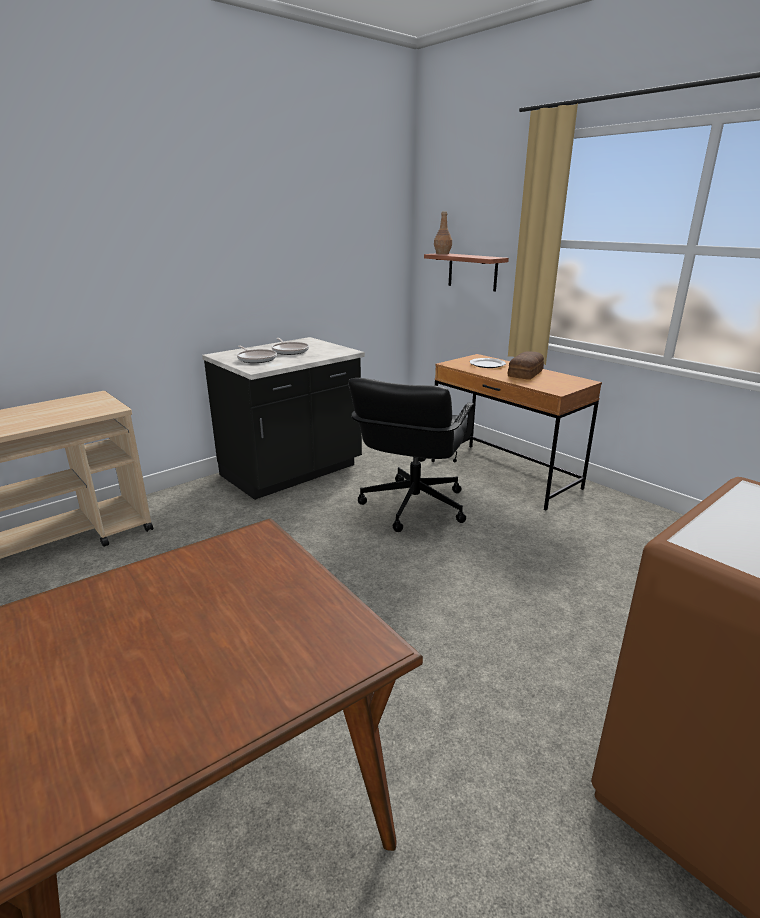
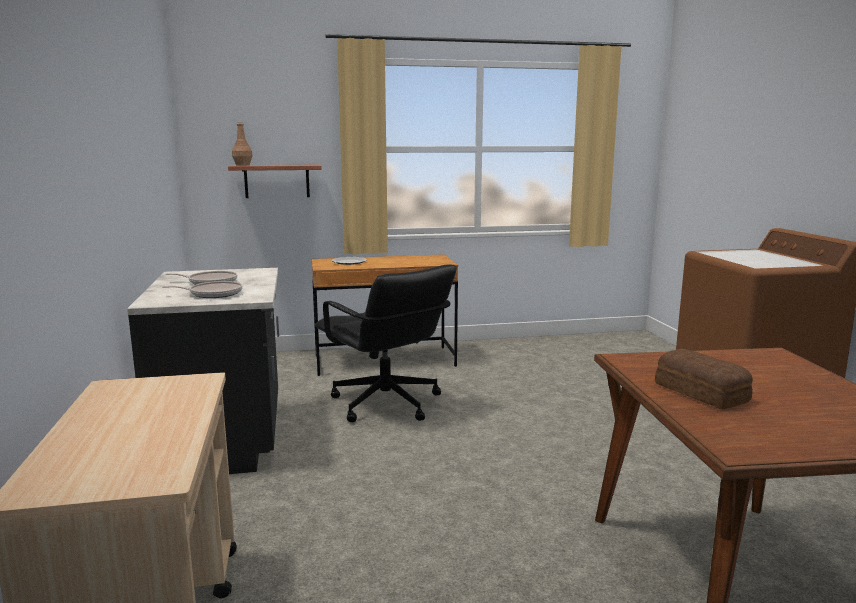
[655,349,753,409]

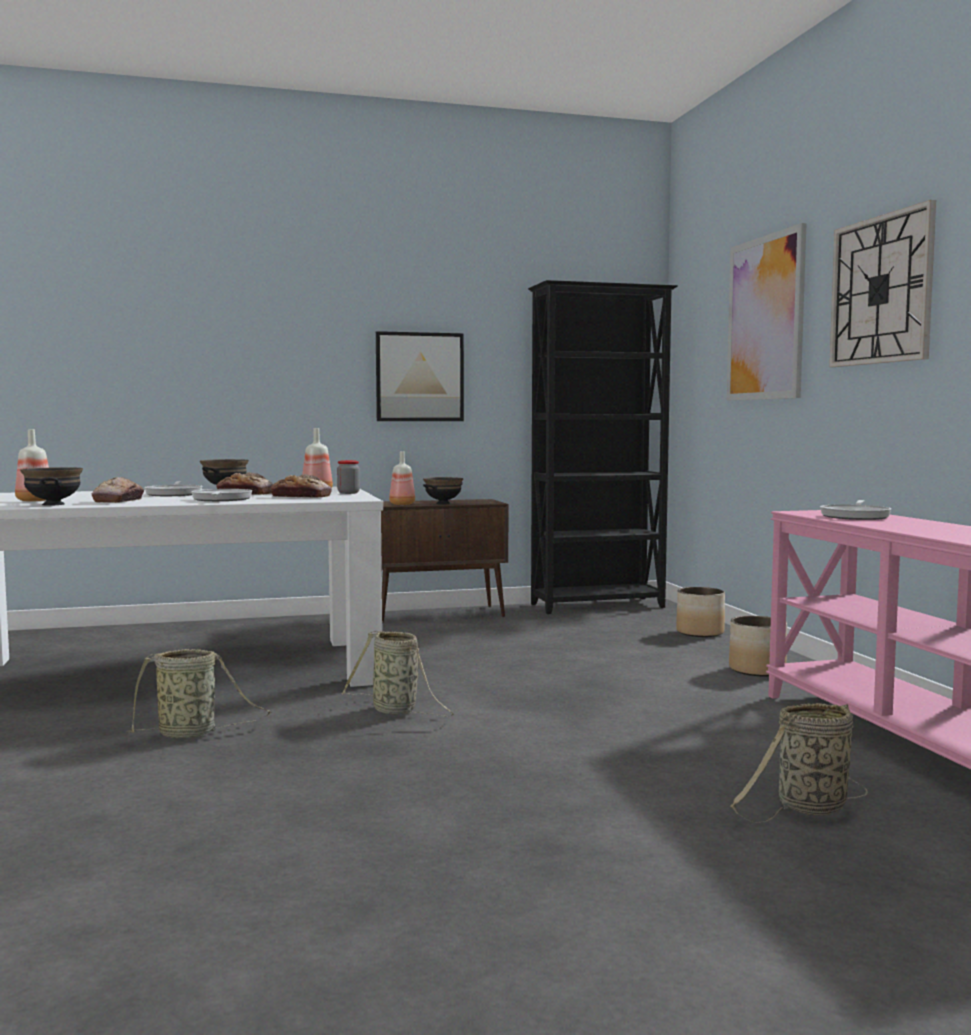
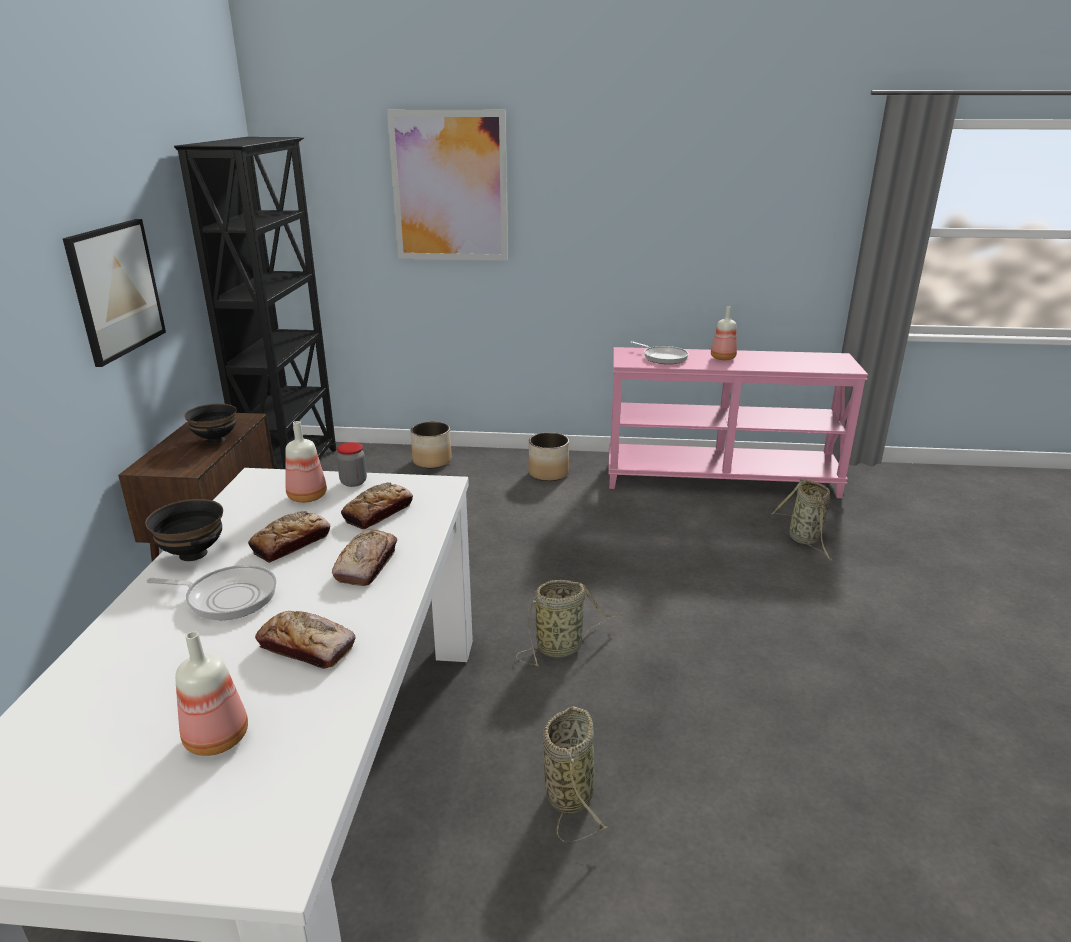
[332,530,397,586]
[711,306,737,360]
[20,467,83,506] (first image)
[829,200,936,367] (first image)

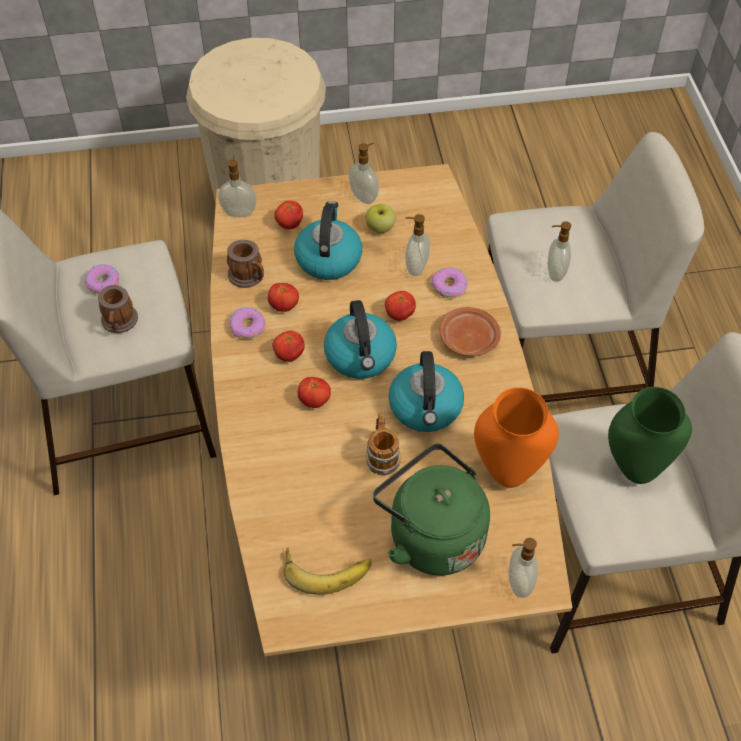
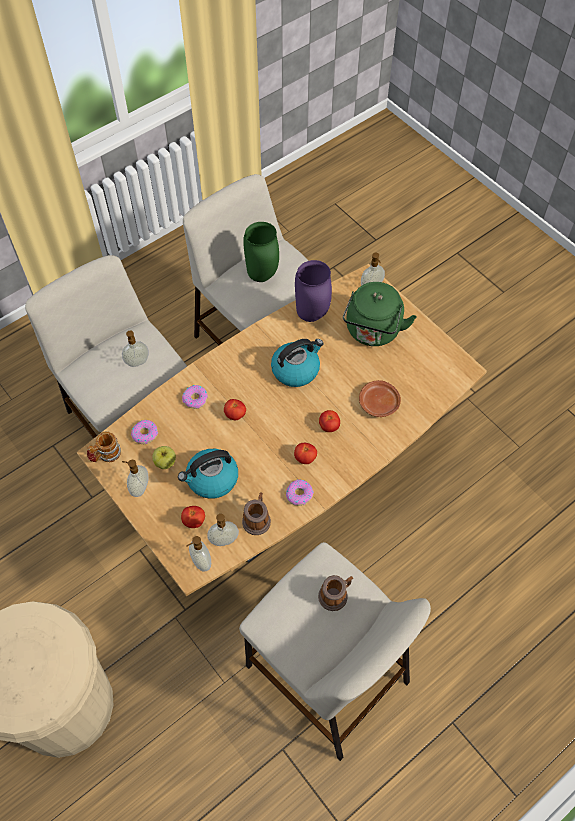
[87,431,121,463]
[131,420,158,444]
[207,514,239,546]
[295,260,332,322]
[359,380,401,417]
[268,283,299,312] (first image)
[283,547,371,595] (first image)
[324,300,397,379] (first image)

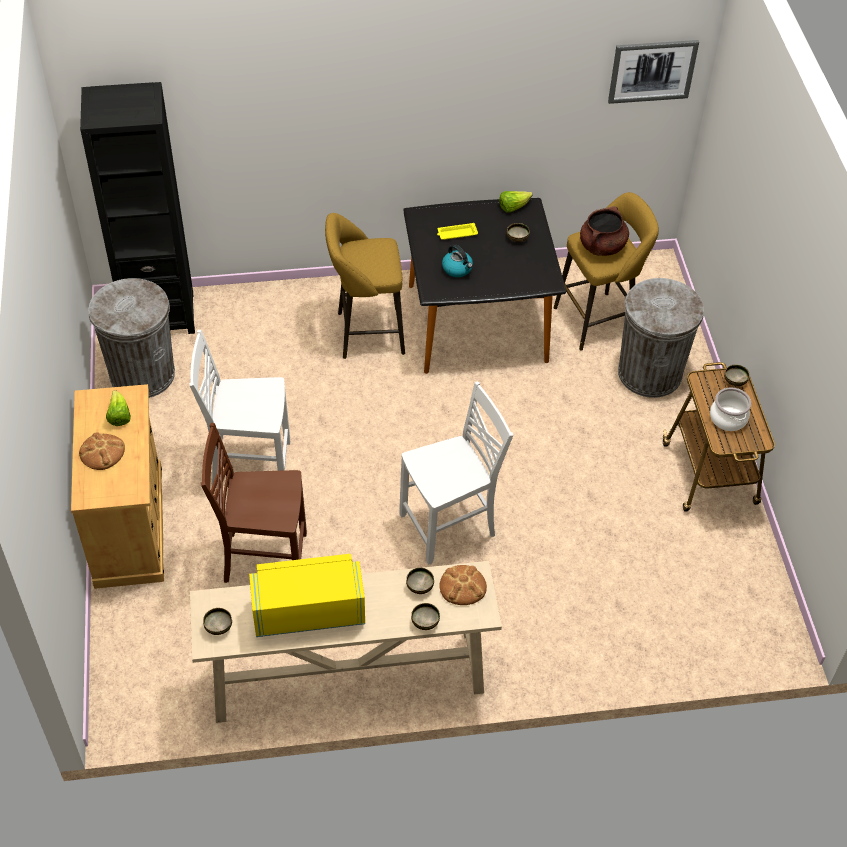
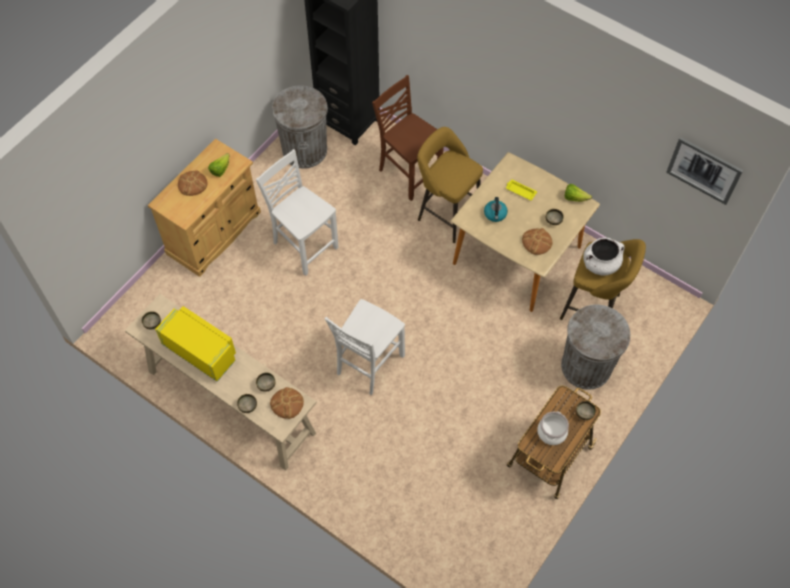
[324,299,405,395]
[372,75,444,201]
[451,152,600,312]
[522,228,553,255]
[583,238,624,275]

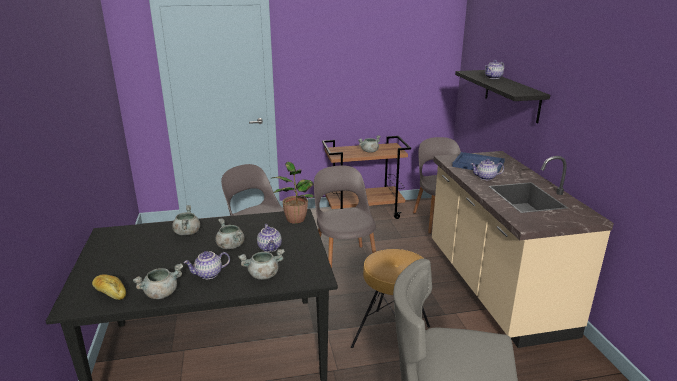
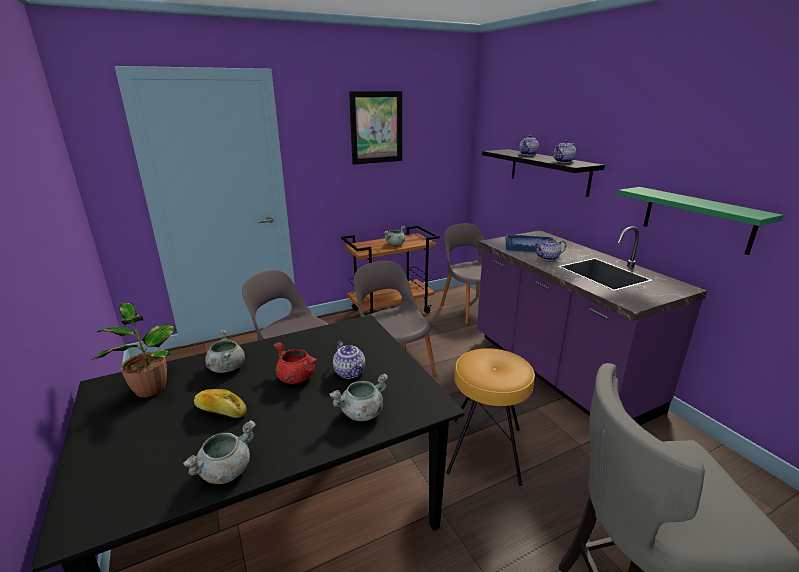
[91,302,176,397]
[194,389,247,418]
[274,342,317,384]
[349,91,402,165]
[477,226,707,426]
[553,140,576,163]
[617,187,784,255]

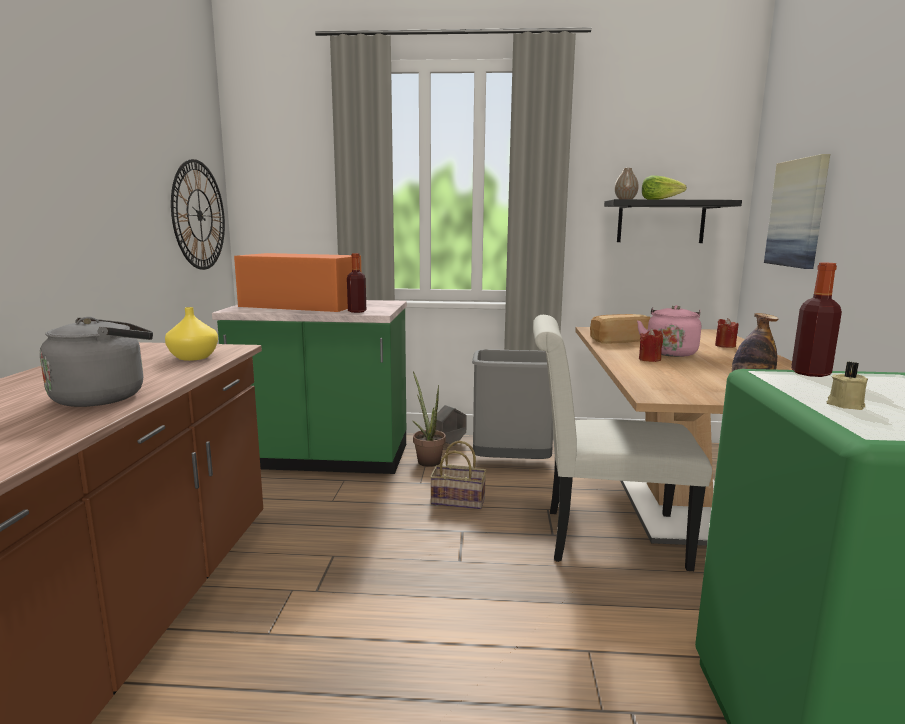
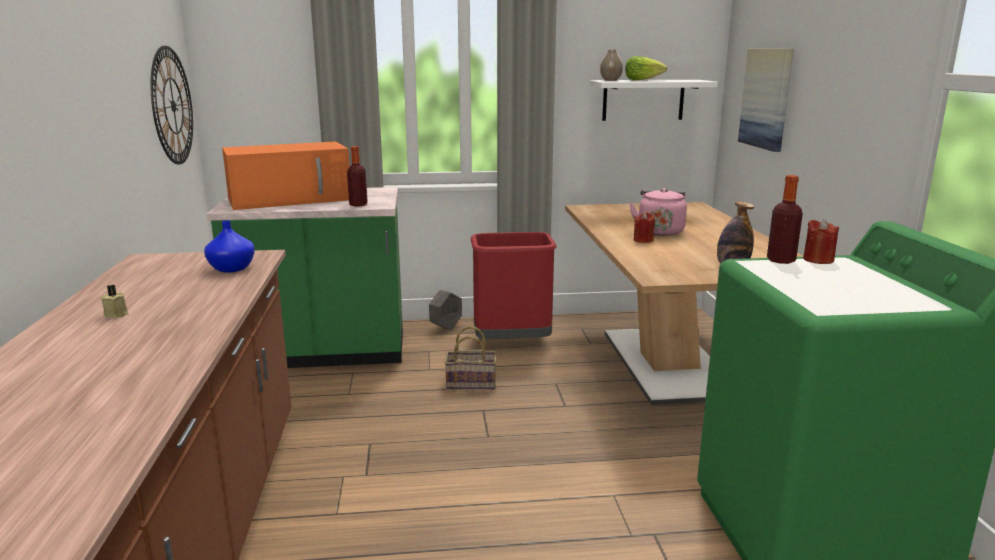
[100,285,129,318]
[204,220,255,273]
[222,142,350,210]
[471,232,557,339]
[589,80,718,121]
[803,219,839,264]
[40,317,153,407] (first image)
[413,371,446,467] (first image)
[533,315,712,571] (first image)
[590,314,650,344] (first image)

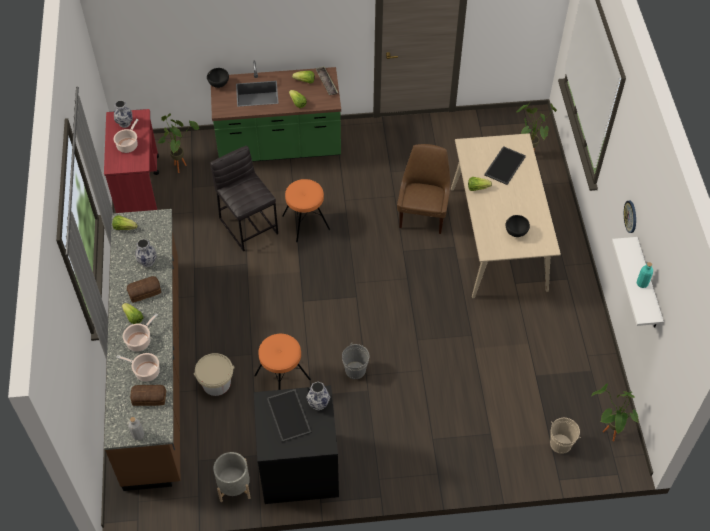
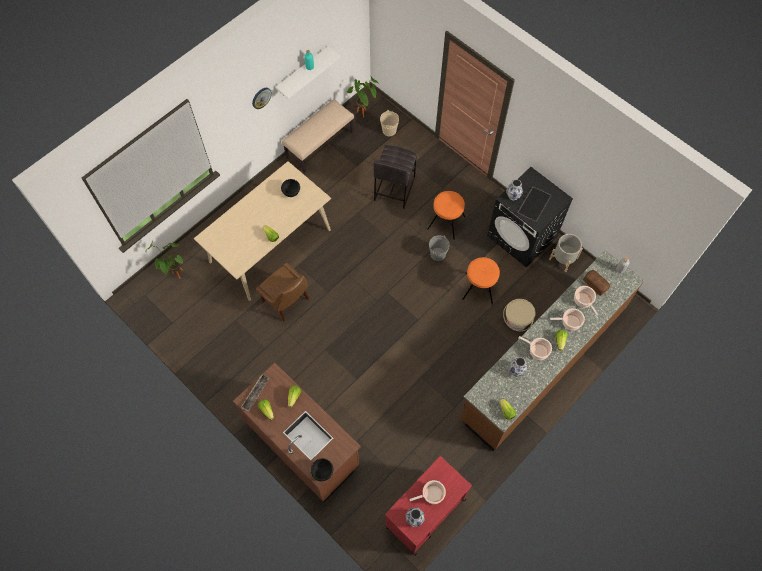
[233,363,361,502]
[256,263,309,321]
[282,99,354,173]
[373,145,417,209]
[427,191,465,240]
[519,336,552,360]
[158,113,199,173] (first image)
[484,146,526,185] (first image)

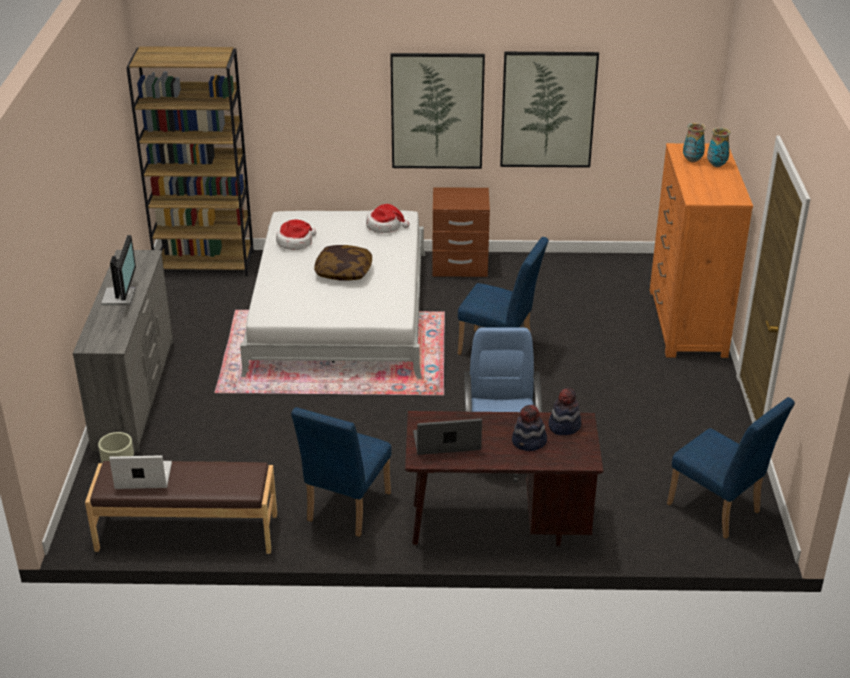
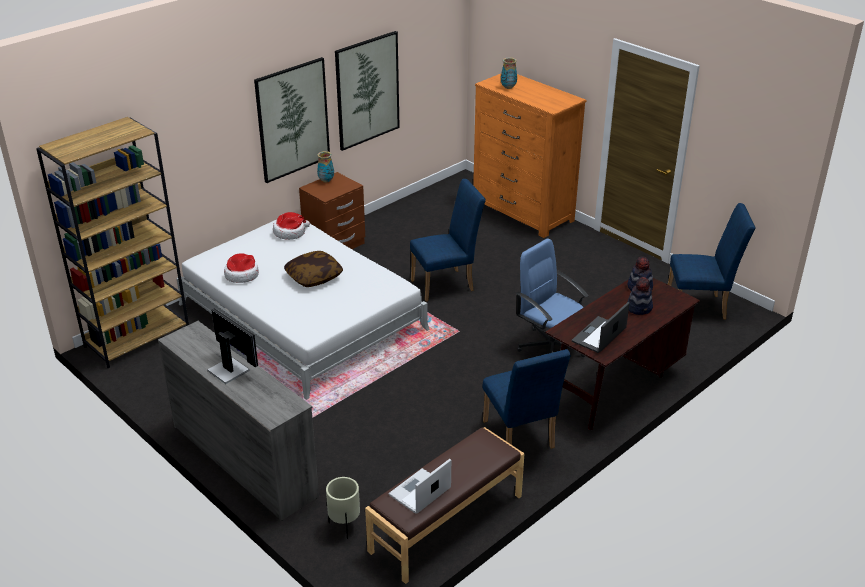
[317,151,334,182]

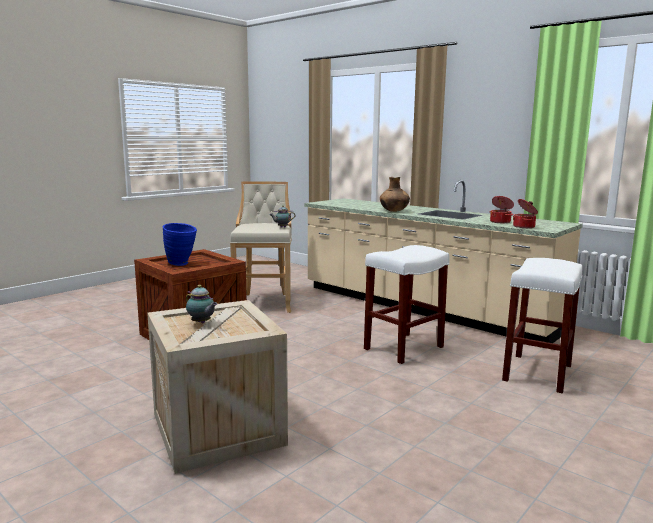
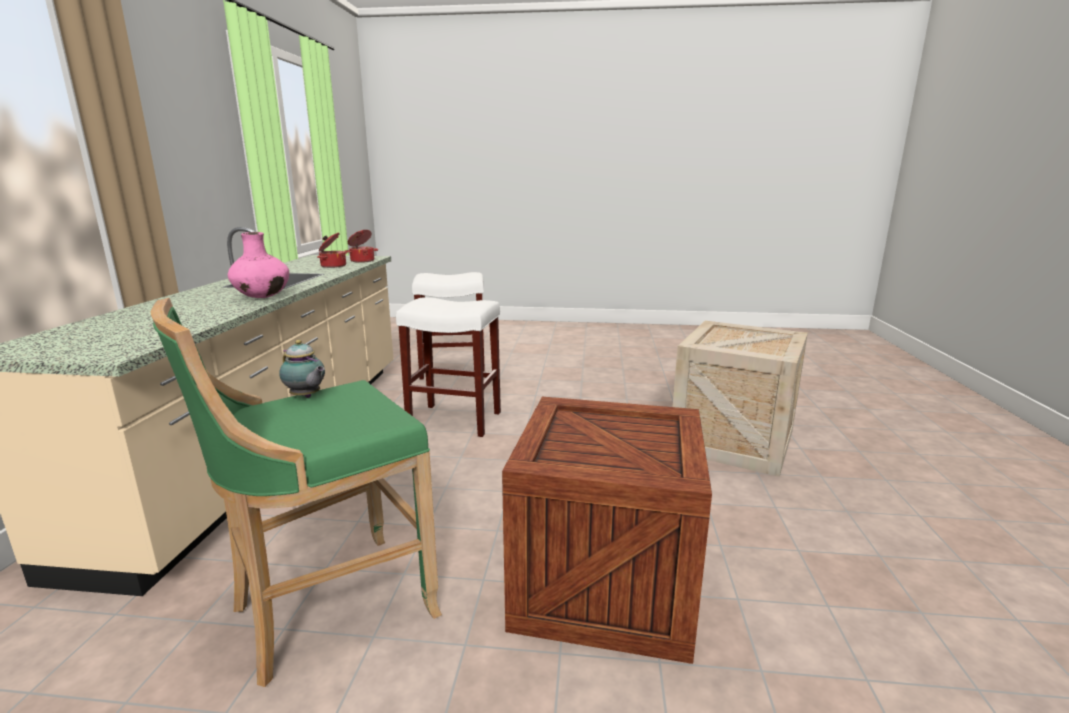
[151,298,442,687]
[228,232,289,298]
[163,223,197,266] (first image)
[186,285,217,323] (first image)

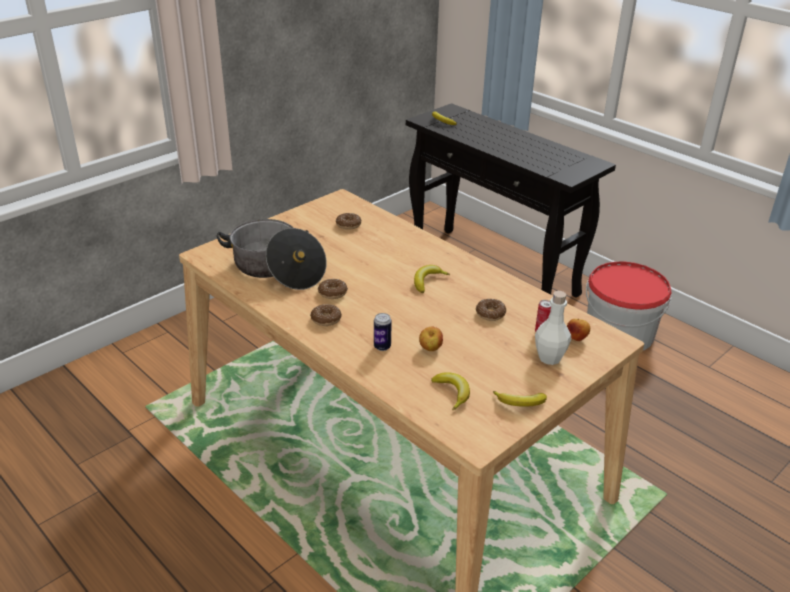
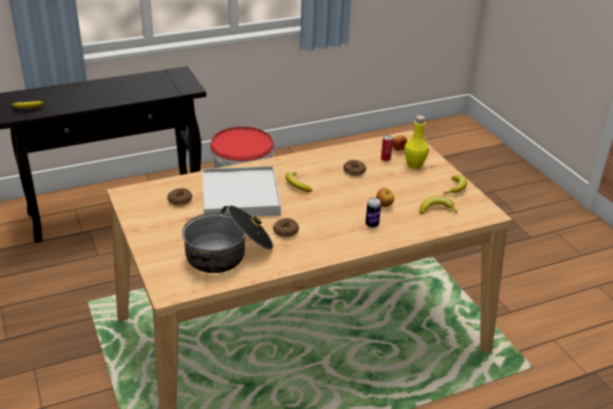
[202,166,281,217]
[404,115,429,169]
[310,304,342,326] (first image)

